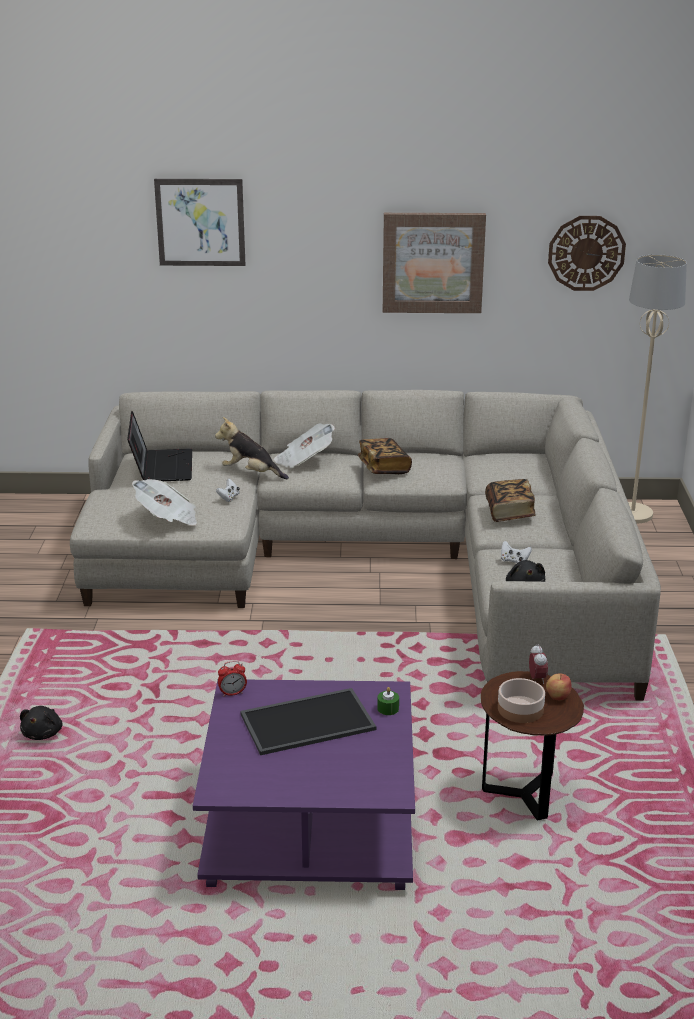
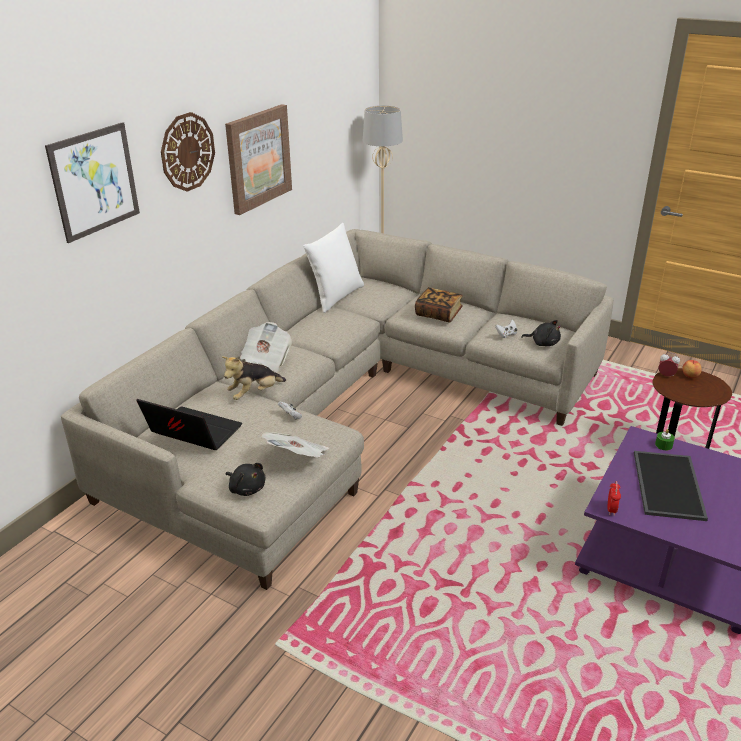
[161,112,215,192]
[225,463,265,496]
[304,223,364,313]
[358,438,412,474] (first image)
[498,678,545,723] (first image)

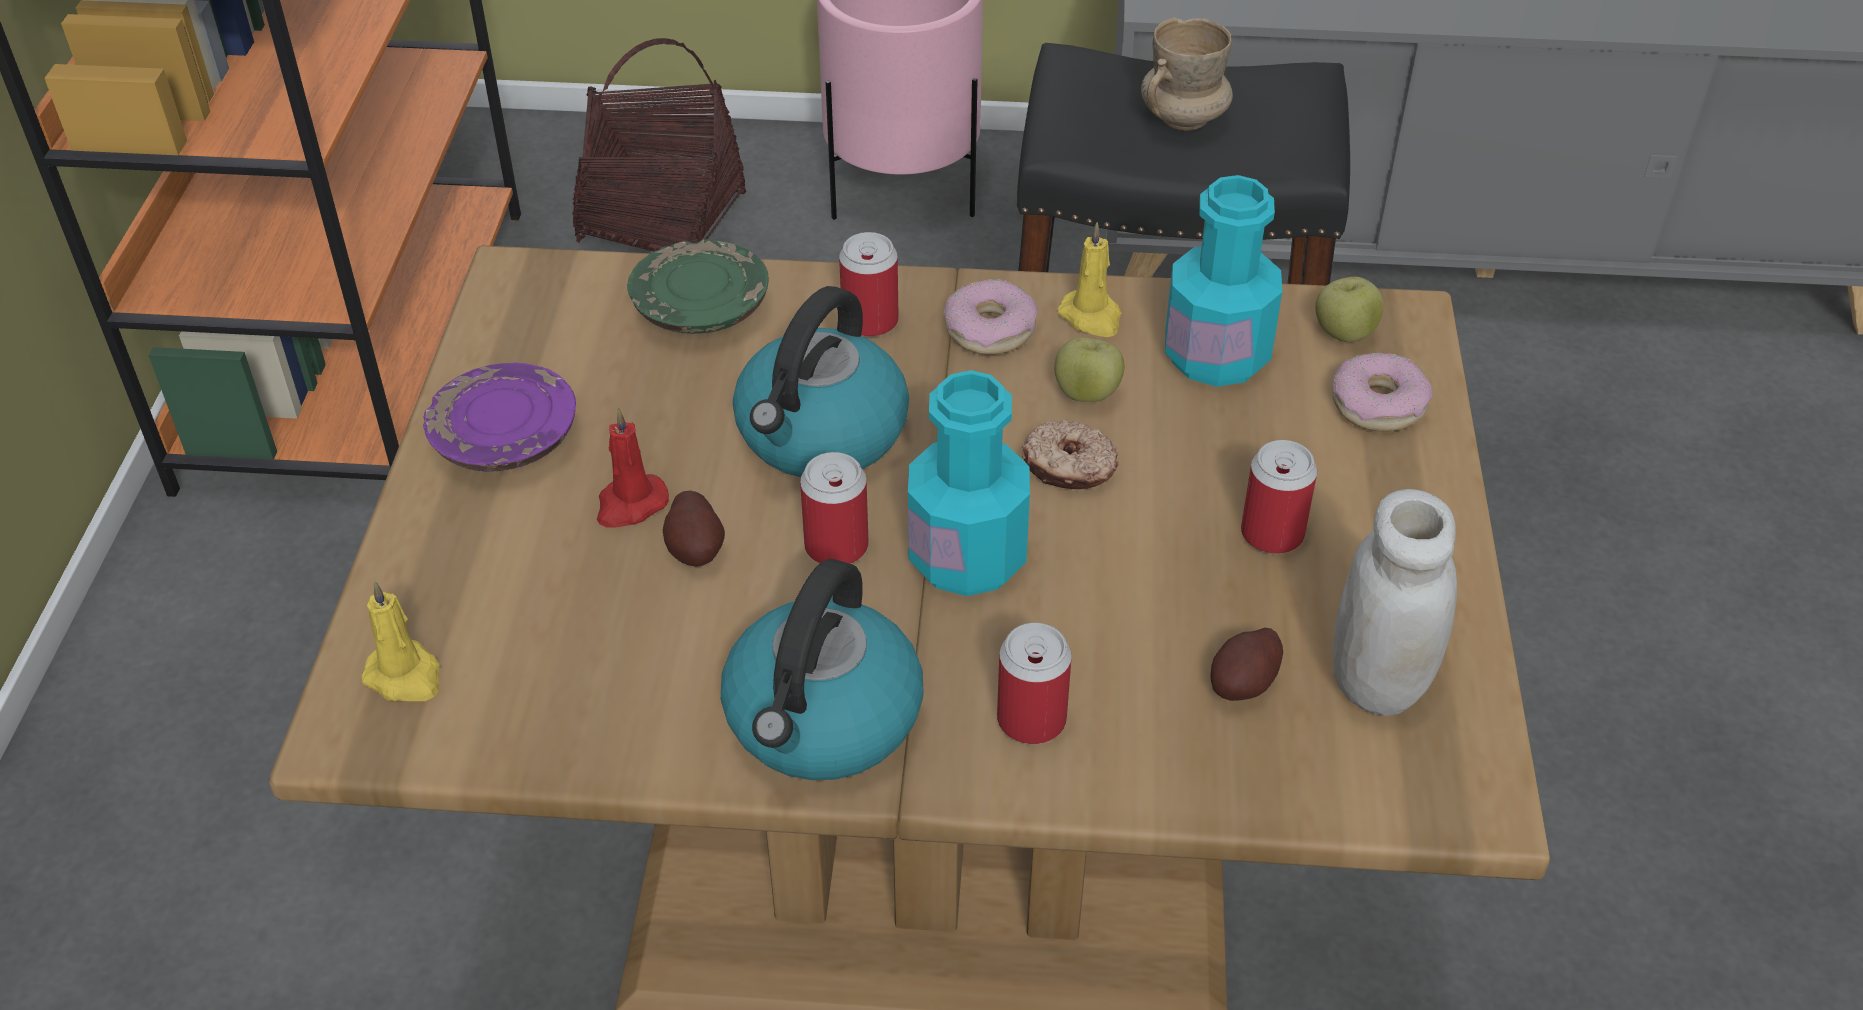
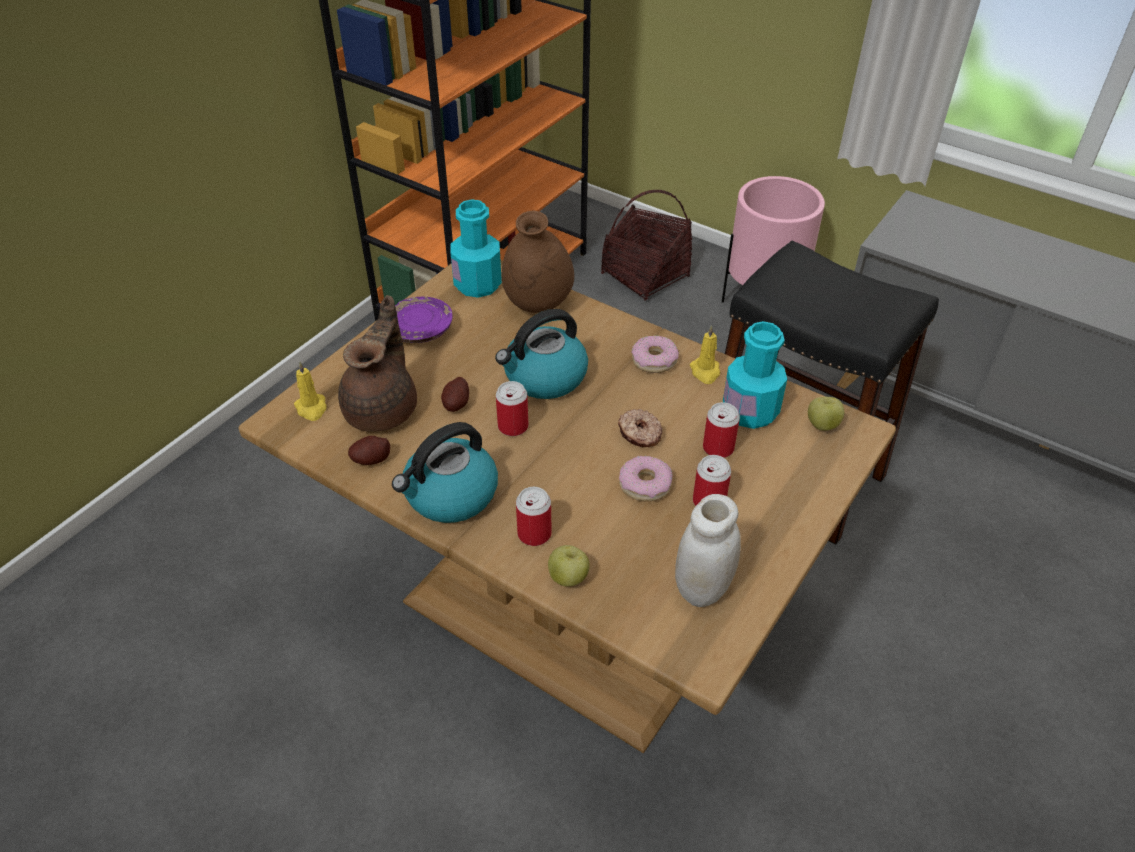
[338,295,417,432]
[348,436,390,465]
[450,199,502,298]
[502,211,574,313]
[548,545,590,587]
[619,456,673,502]
[703,402,740,458]
[597,408,669,527] (first image)
[1141,17,1233,131] (first image)

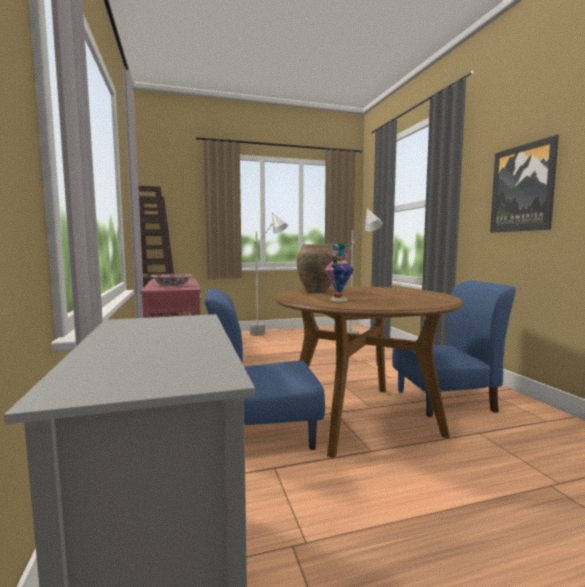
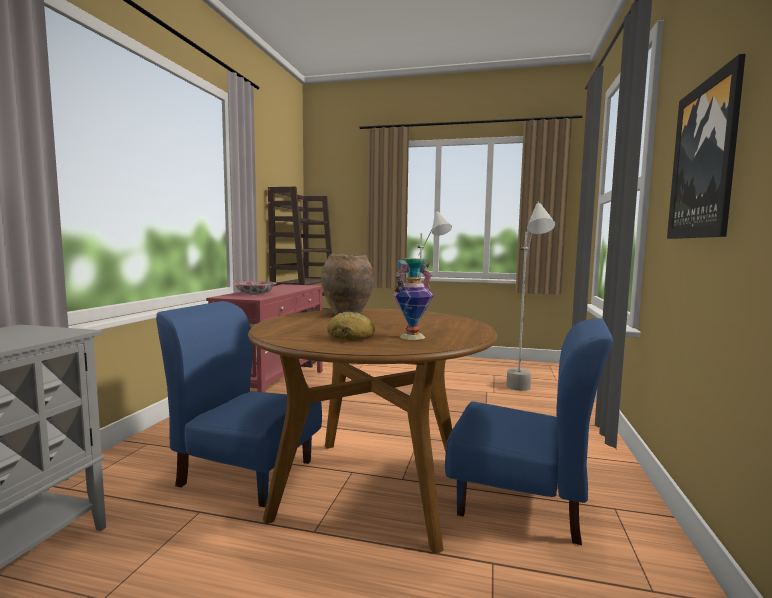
[327,312,375,341]
[393,259,434,340]

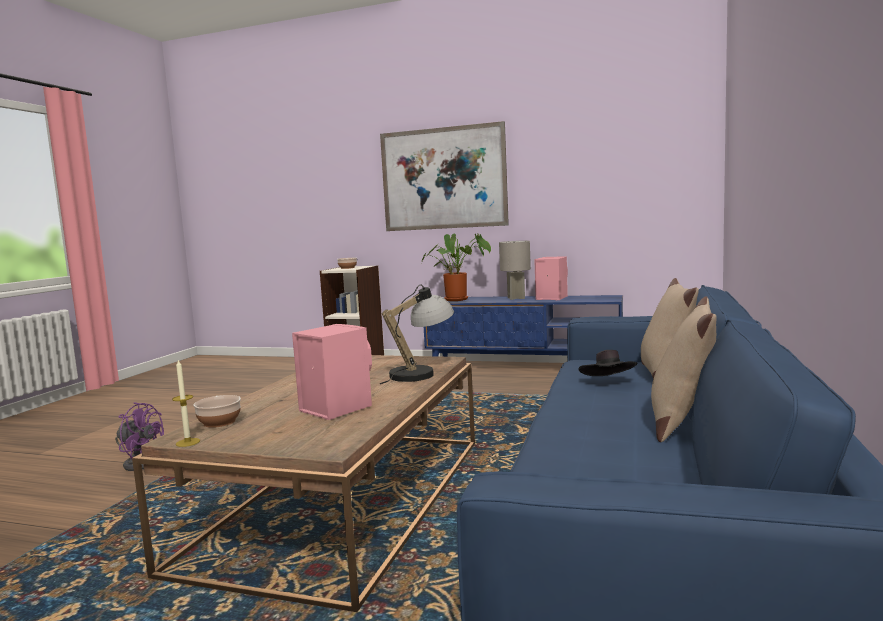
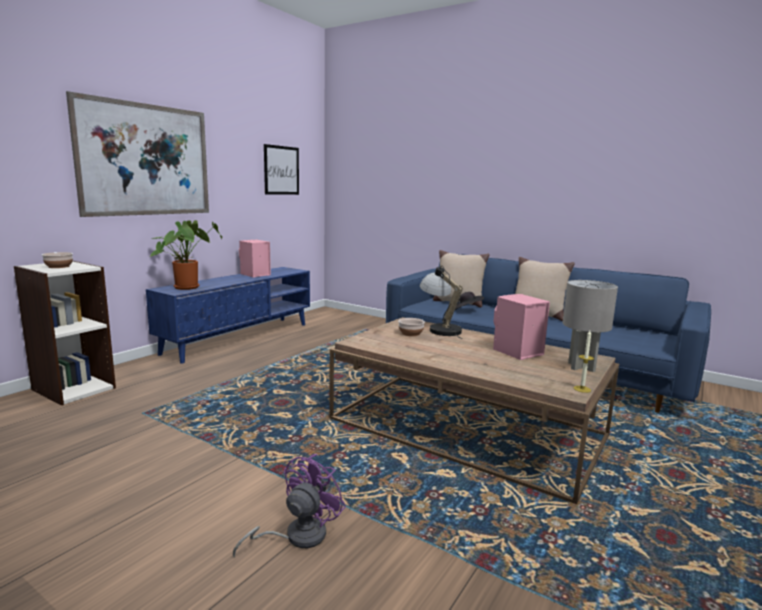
[264,144,299,195]
[398,318,425,336]
[563,280,618,372]

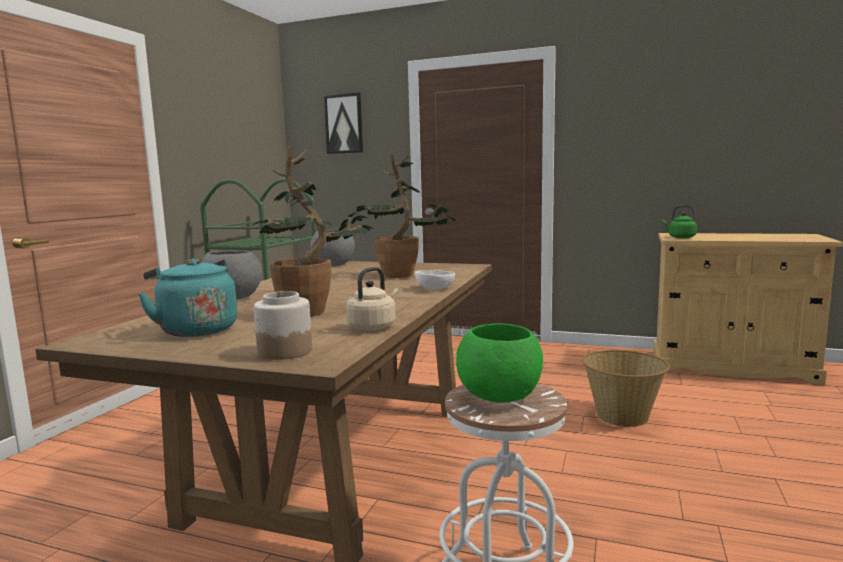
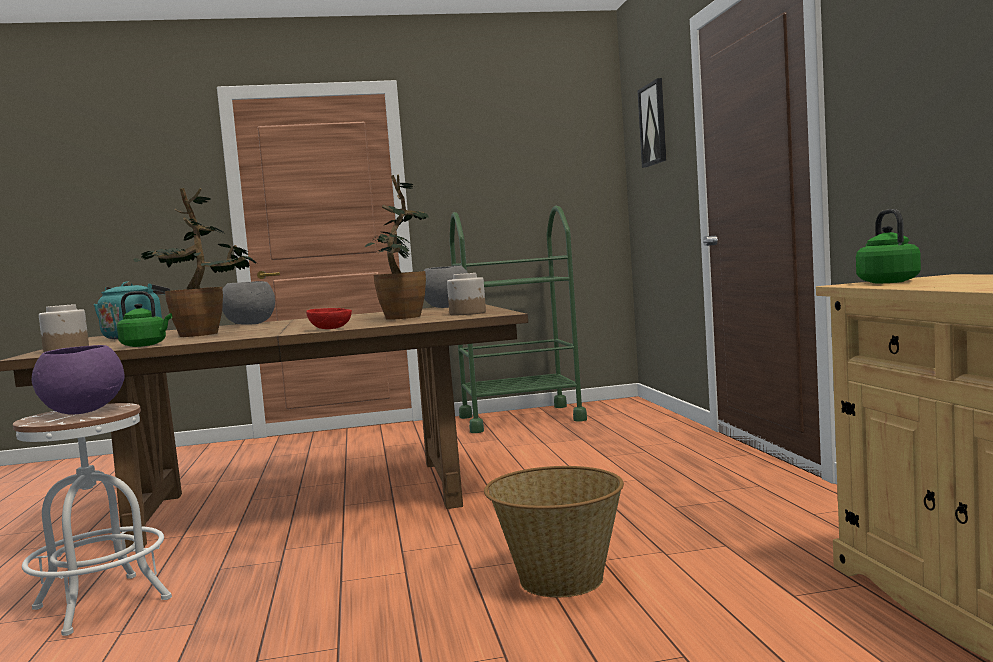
[32,345,125,415]
[117,291,172,347]
[306,308,352,329]
[447,273,486,315]

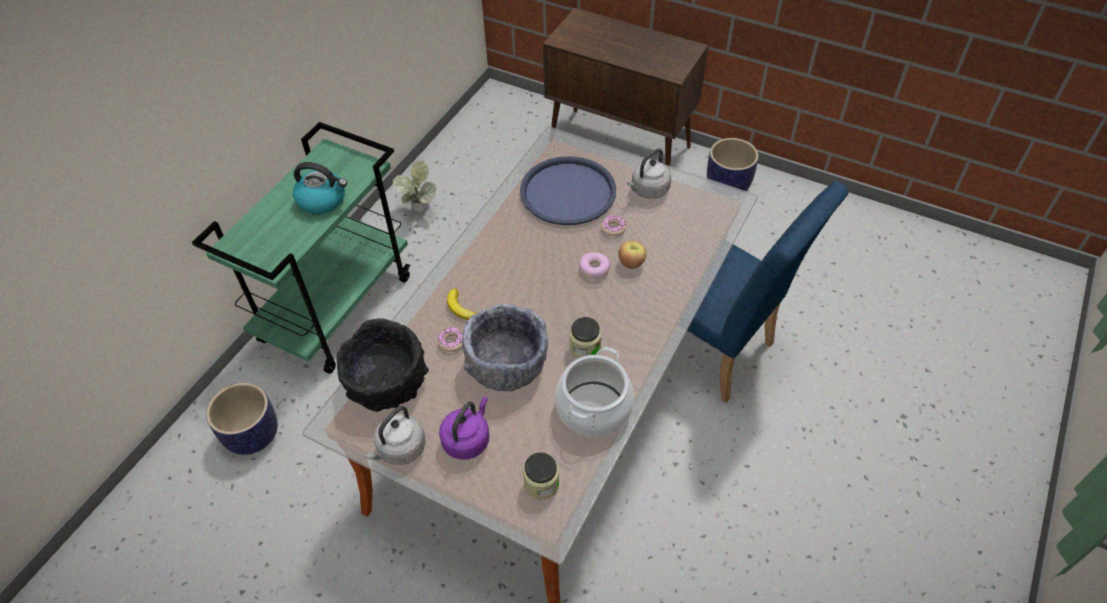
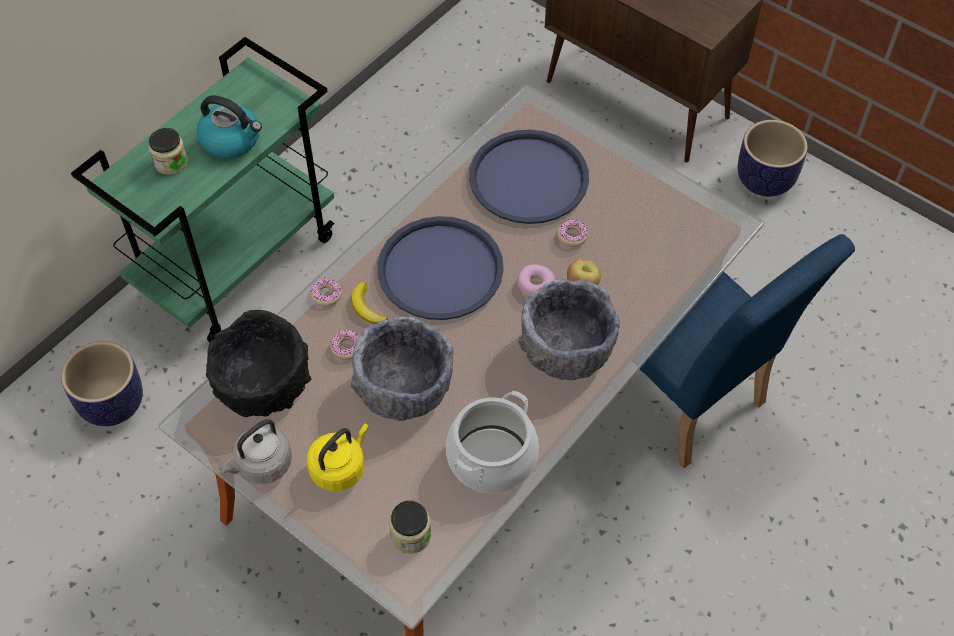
[149,128,188,175]
[307,424,369,492]
[310,278,342,306]
[377,216,504,320]
[518,279,620,380]
[393,161,436,212] (first image)
[627,148,671,199] (first image)

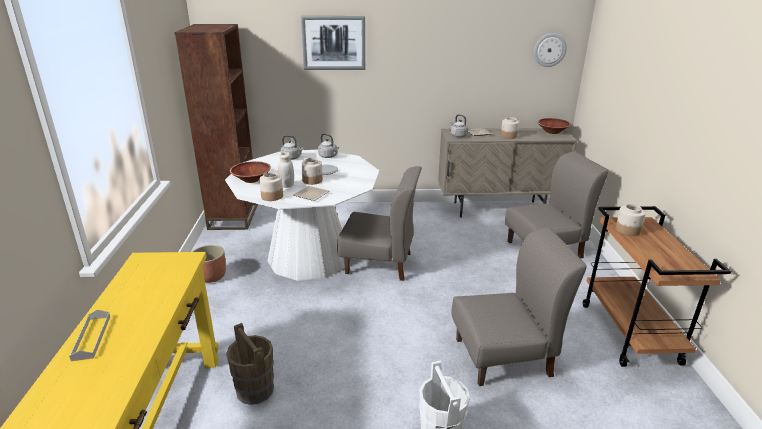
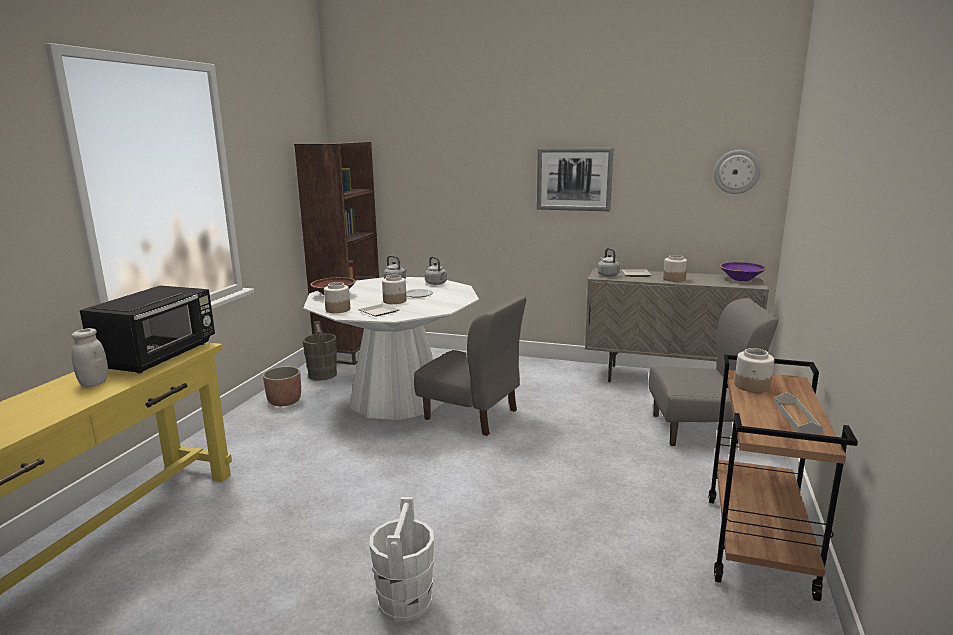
[72,328,108,387]
[80,285,215,374]
[302,321,337,381]
[537,148,613,211]
[720,262,766,281]
[774,392,823,435]
[452,228,587,386] (first image)

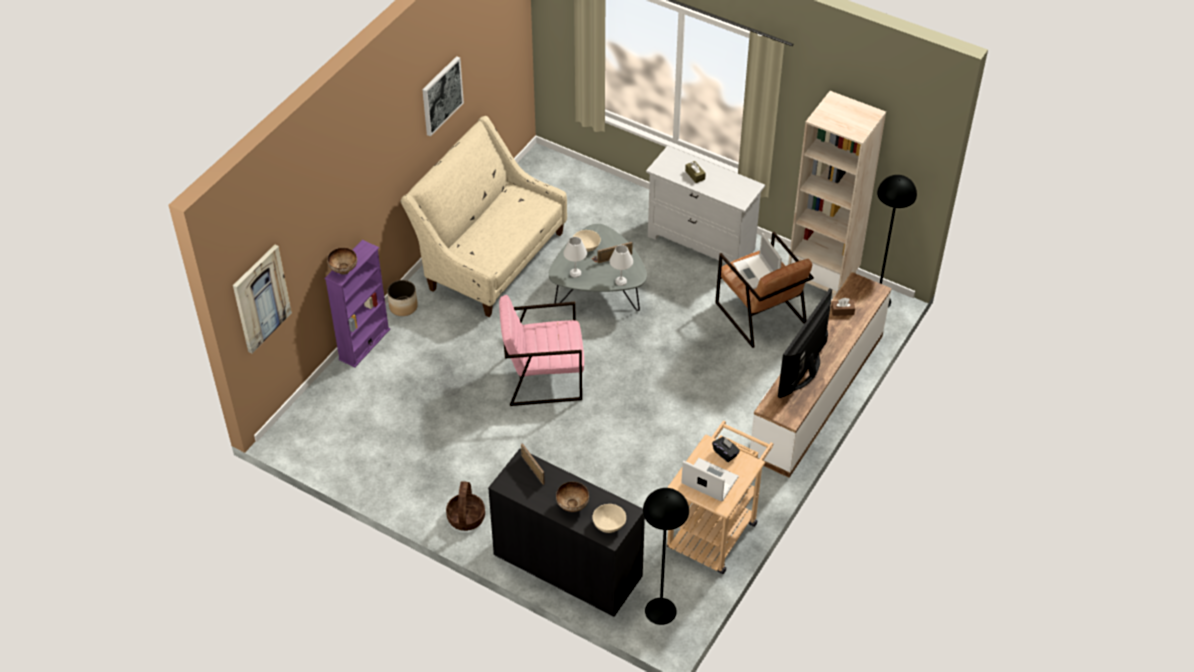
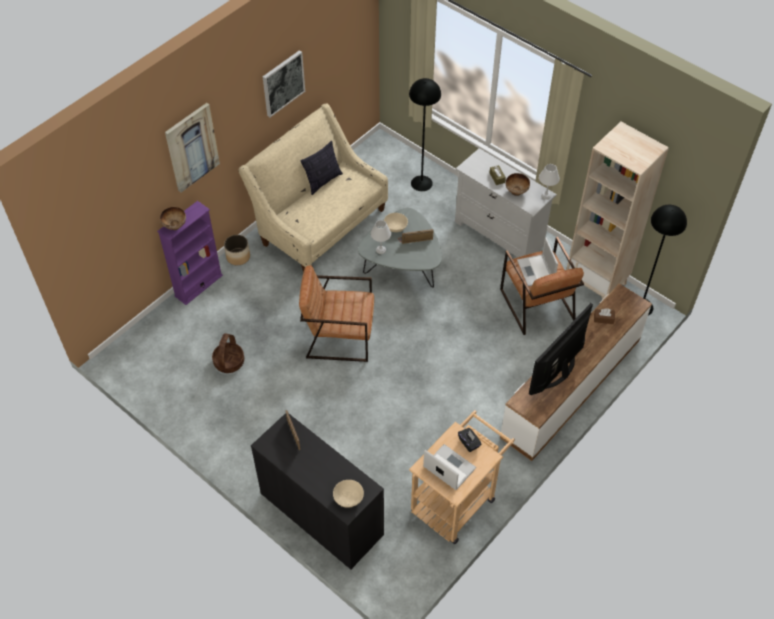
[165,103,220,192]
[212,333,244,373]
[299,265,374,362]
[301,141,343,195]
[409,78,441,191]
[506,173,530,196]
[539,164,560,200]

